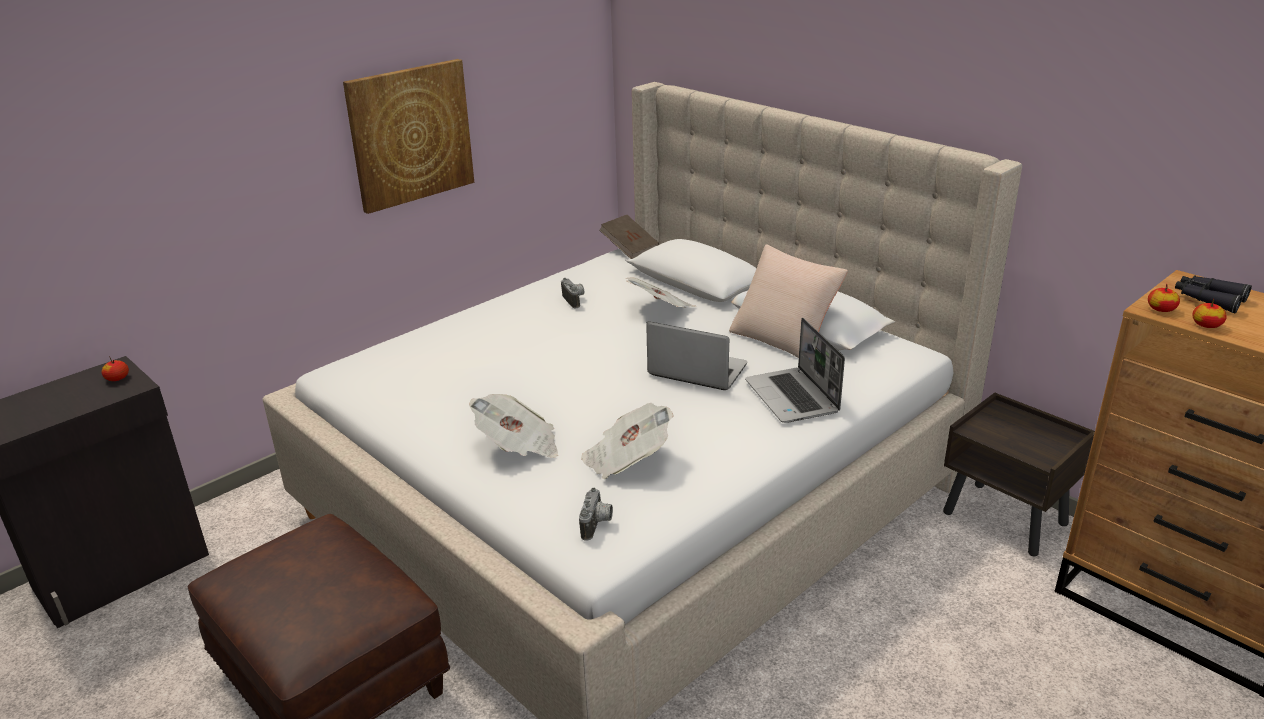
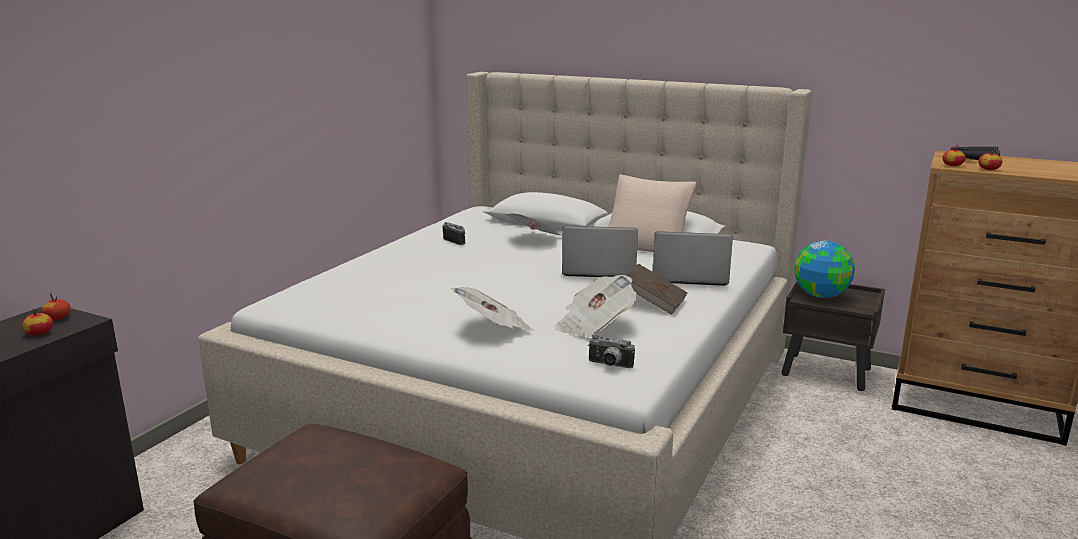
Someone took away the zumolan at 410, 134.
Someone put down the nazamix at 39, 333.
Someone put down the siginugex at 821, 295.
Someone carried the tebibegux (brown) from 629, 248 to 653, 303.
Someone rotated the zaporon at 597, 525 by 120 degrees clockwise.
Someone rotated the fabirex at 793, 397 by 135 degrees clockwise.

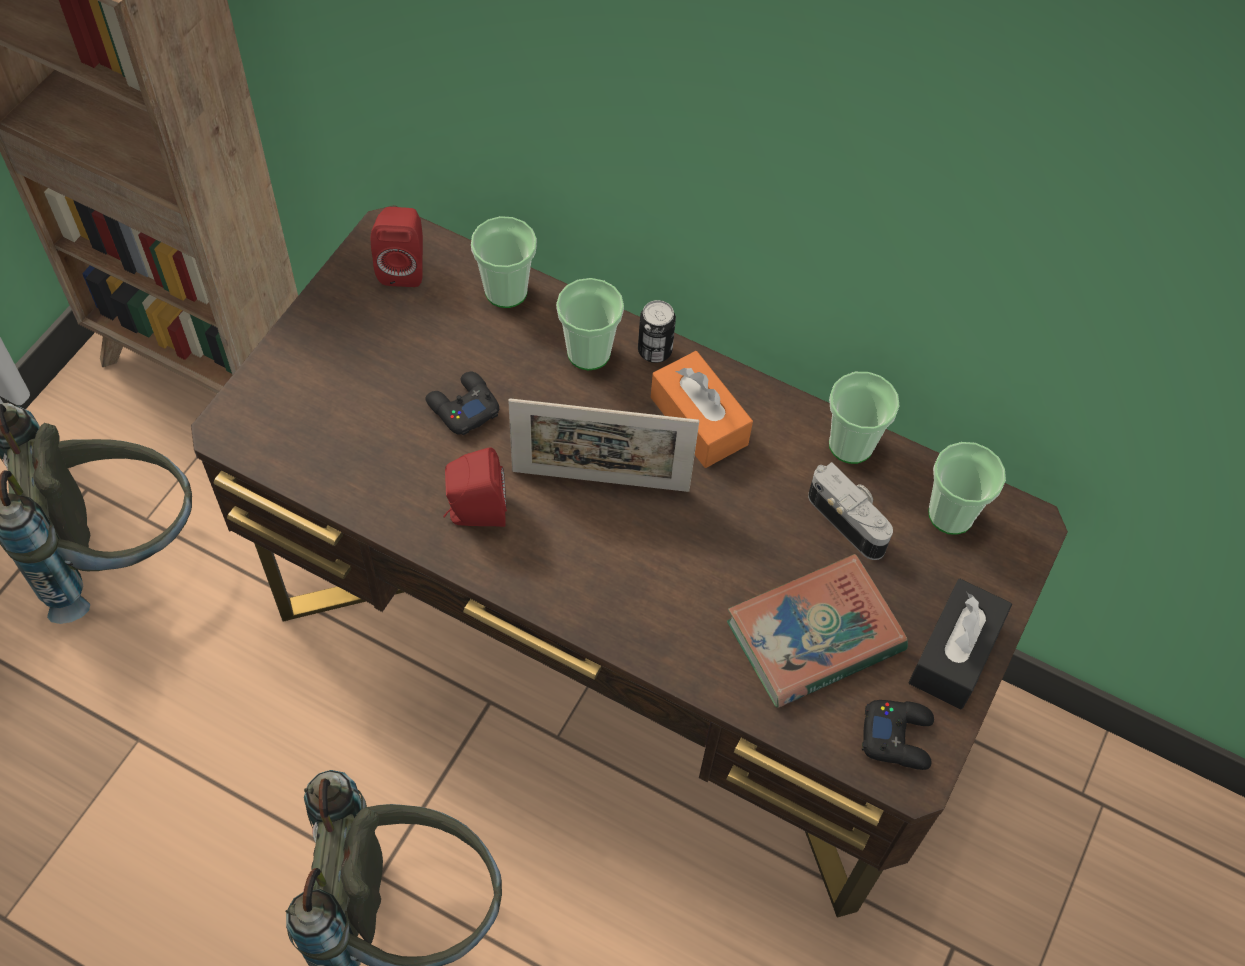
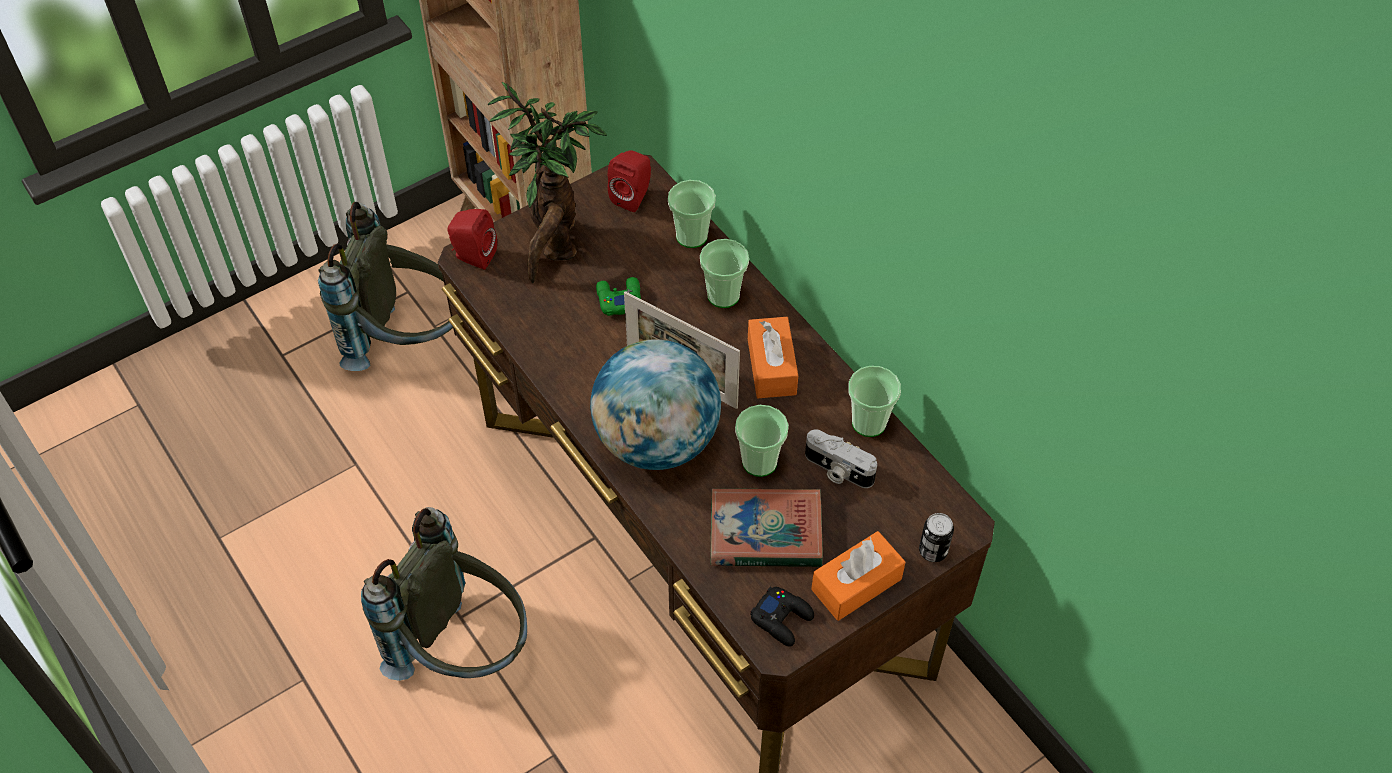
Someone put down the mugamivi at 555, 246.
Someone put down the siginugex at 656, 441.
Someone carried the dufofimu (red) from 475, 513 to 473, 256.
Someone carried the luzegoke from 654, 350 to 933, 551.
Someone carried the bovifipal from 951, 514 to 759, 462.
Someone repainted the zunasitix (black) at 462, 407, which became the zunasitix (green) at 619, 299.
Someone repainted the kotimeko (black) at 955, 653, which became the kotimeko (orange) at 856, 584.
Someone rotated the zaporon at 850, 519 by 135 degrees clockwise.

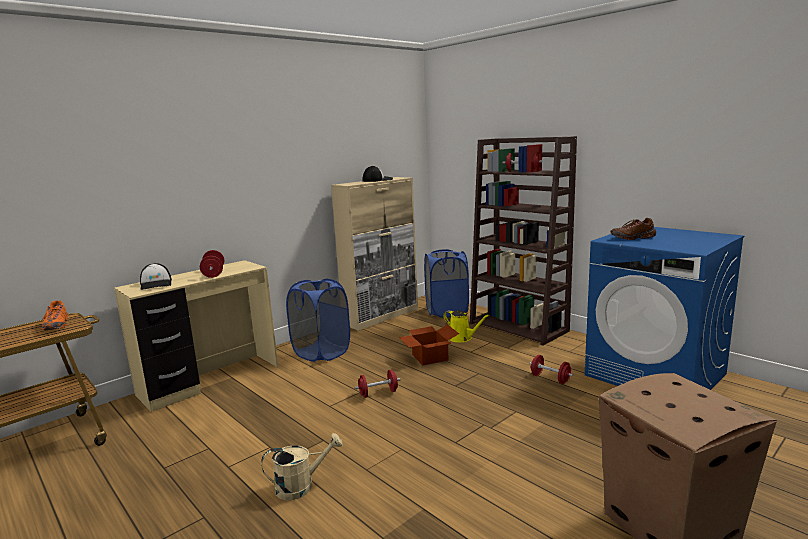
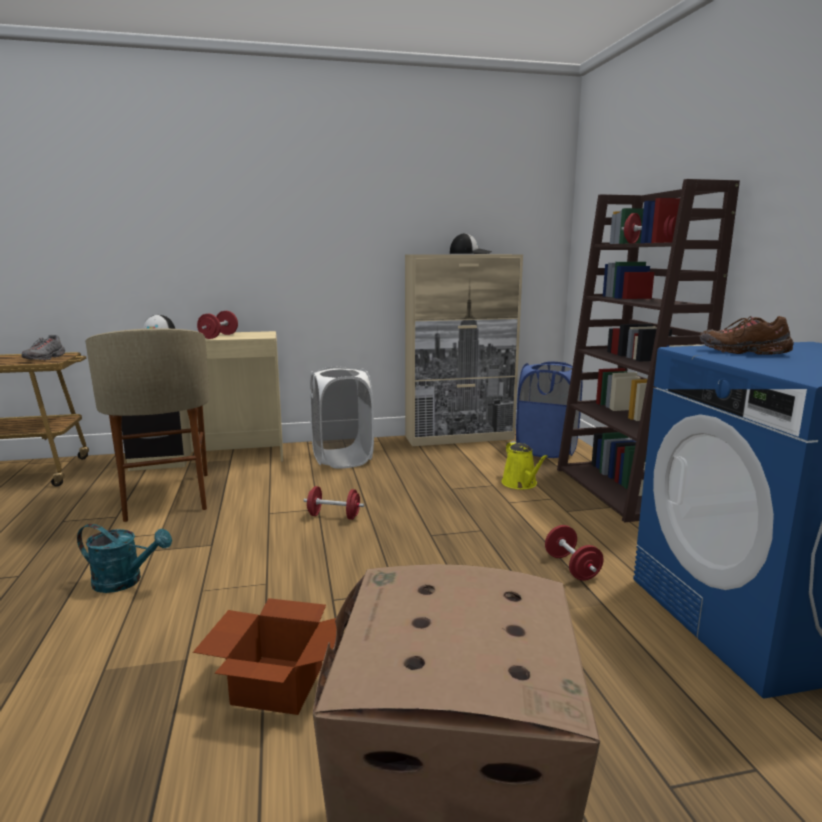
Someone put down the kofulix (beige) at 165, 497.
Someone carried the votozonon from 428, 357 to 276, 683.
Someone repainted the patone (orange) at 57, 326, which became the patone (grey) at 45, 358.
Someone repainted the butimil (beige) at 301, 486, which became the butimil (turquoise) at 125, 582.
Someone repainted the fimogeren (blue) at 321, 352, which became the fimogeren (white) at 342, 459.

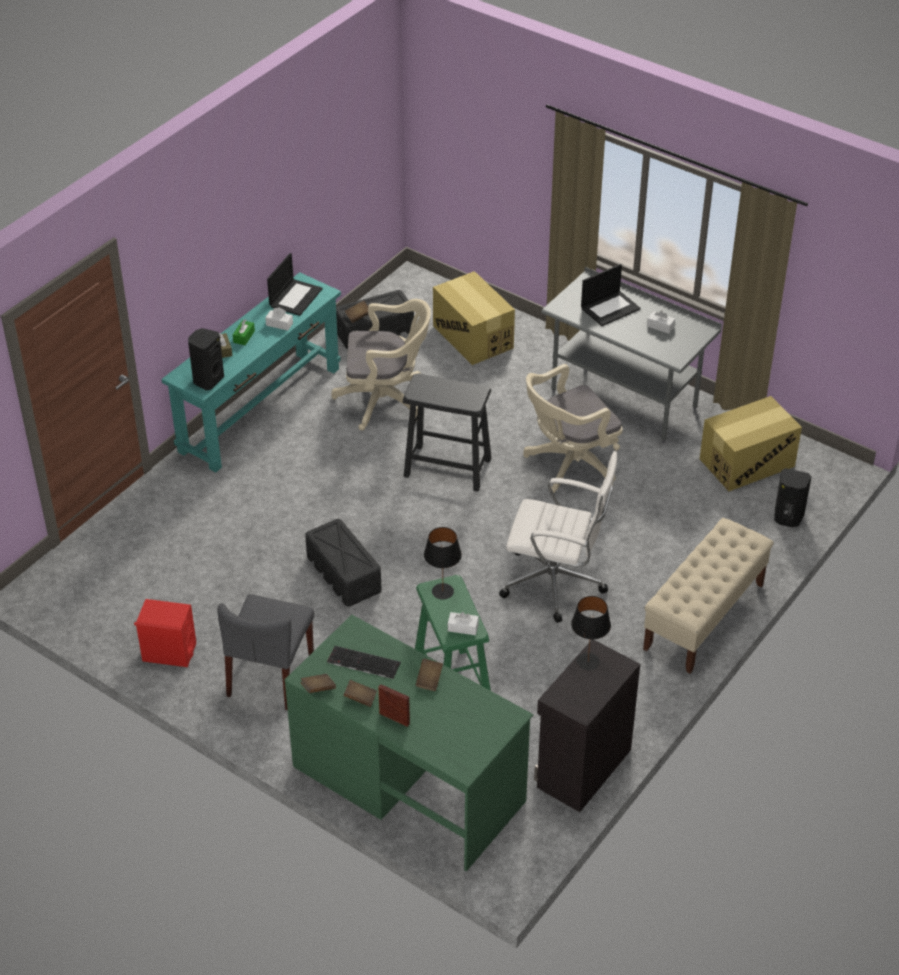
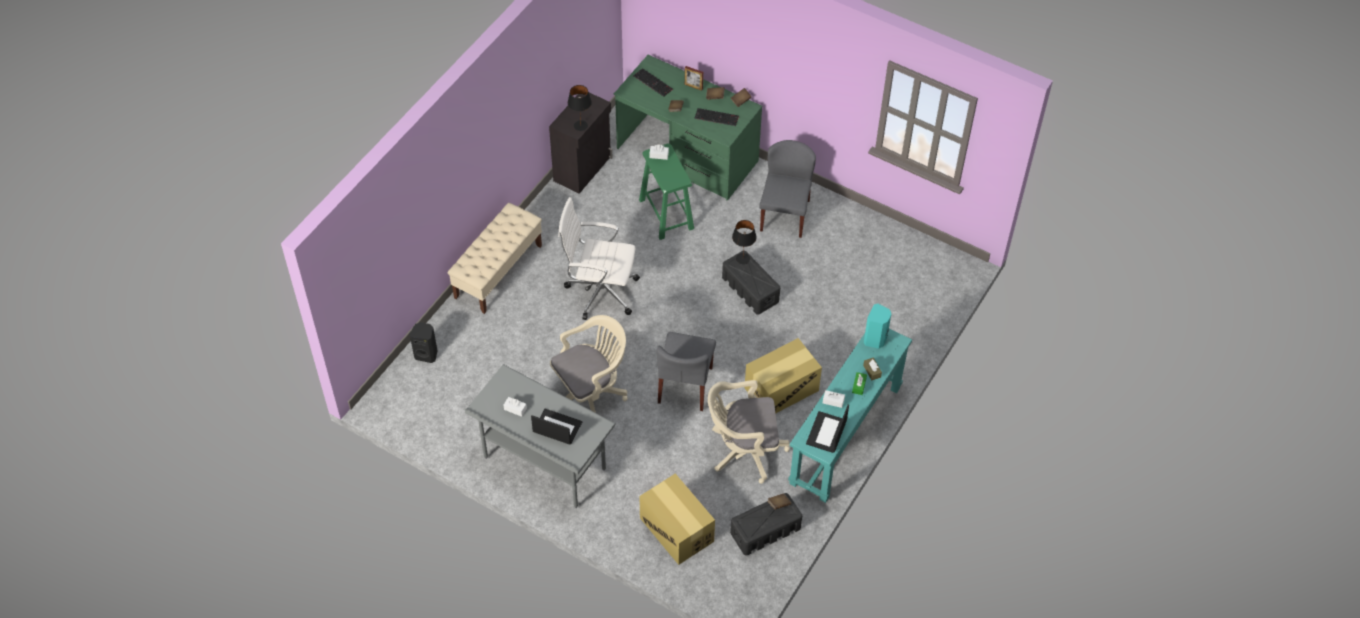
Someone took away the dufofimu (red) at 169, 652.
Someone put down the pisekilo at 653, 82.
Someone carried the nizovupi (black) from 443, 591 to 742, 258.
Someone carried the votozonon from 747, 462 to 781, 389.
Someone swapped the kofulix (black) at 448, 468 for the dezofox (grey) at 685, 385.
Someone repainted the dufofimu (black) at 207, 380, which became the dufofimu (turquoise) at 875, 339.
Someone rotated the fabirex at 610, 308 by 60 degrees clockwise.

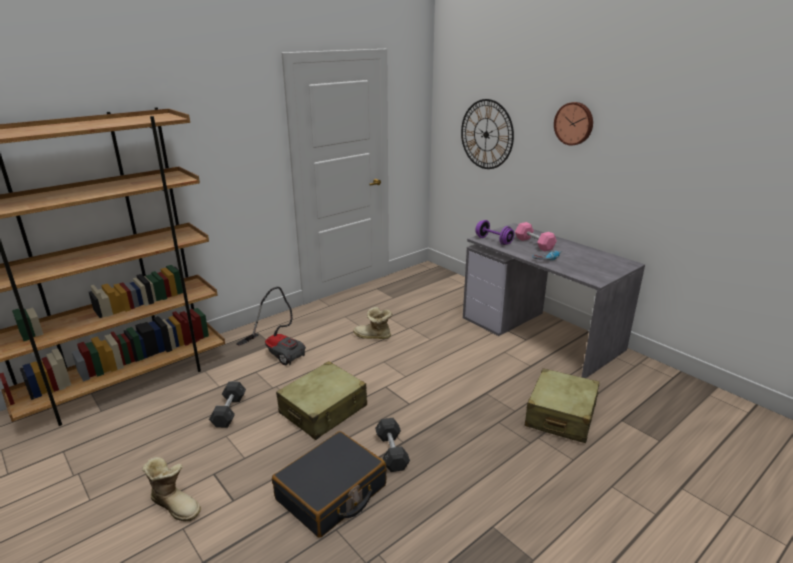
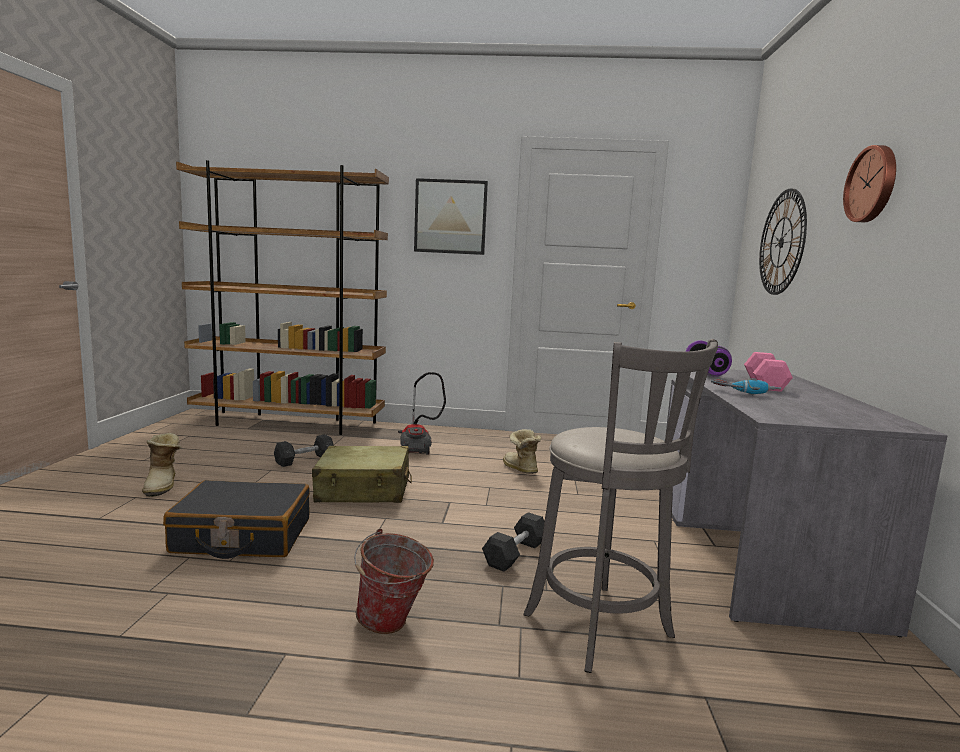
Someone put down the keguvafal at 392, 625.
Someone put up the zumolan at 450, 217.
Someone carried the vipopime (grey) from 392, 452 to 515, 554.
Someone swapped the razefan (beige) at 560, 415 for the kofulix (grey) at 603, 629.

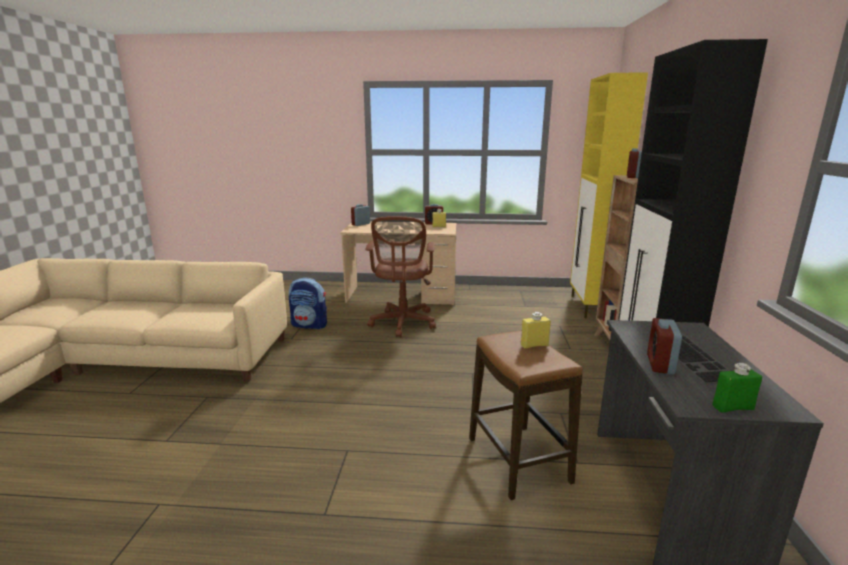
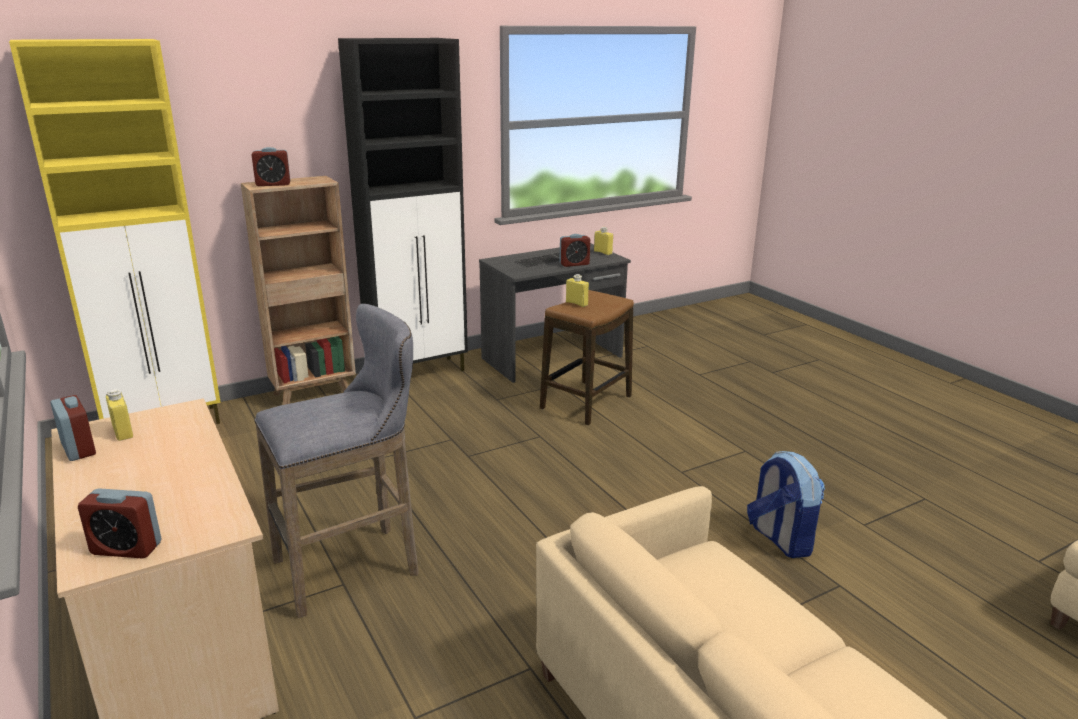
Someone carried the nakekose from 310, 325 to 780, 539.
Someone swapped the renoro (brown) at 402, 324 for the kofulix (grey) at 353, 566.
Someone repainted the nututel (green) at 732, 408, which became the nututel (yellow) at 603, 252.

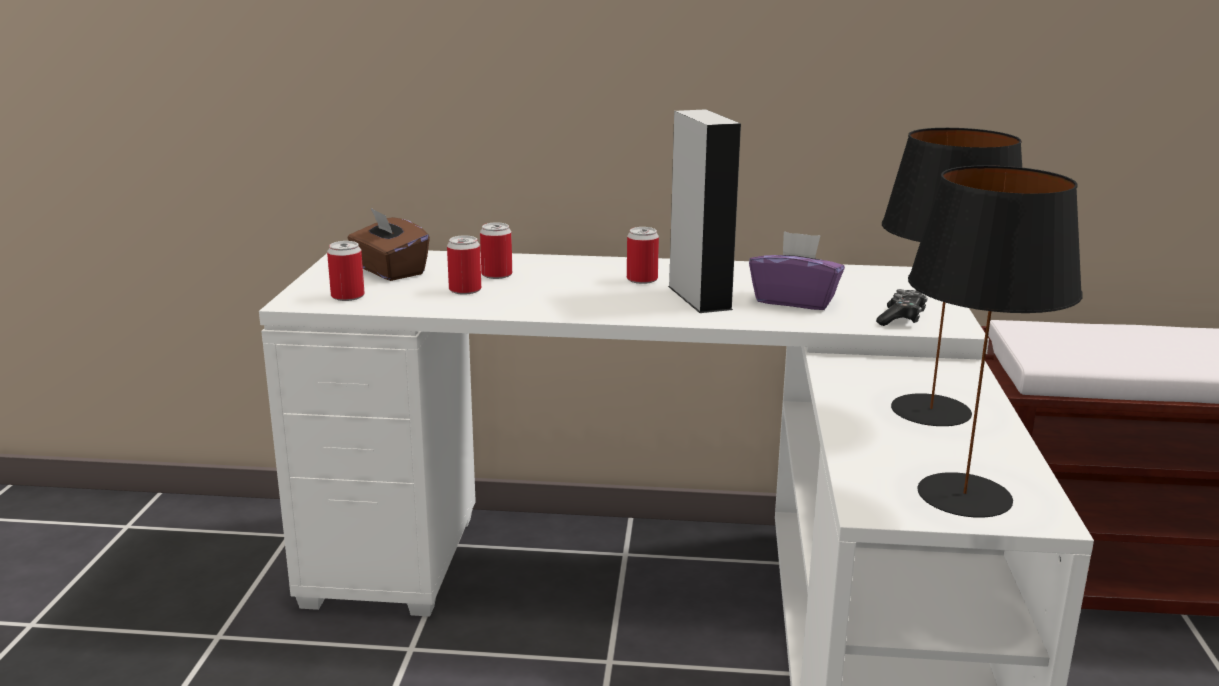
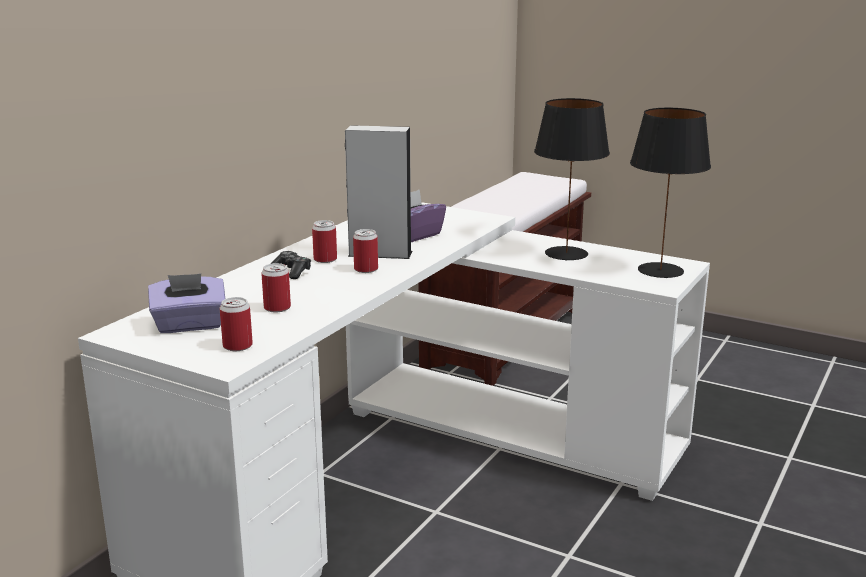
Someone carried the luzegoke from 497, 275 to 366, 269.
Someone carried the zunasitix from 901, 318 to 291, 271.
Someone repainted the kotimeko (brown) at 389, 271, which became the kotimeko (purple) at 189, 325.

